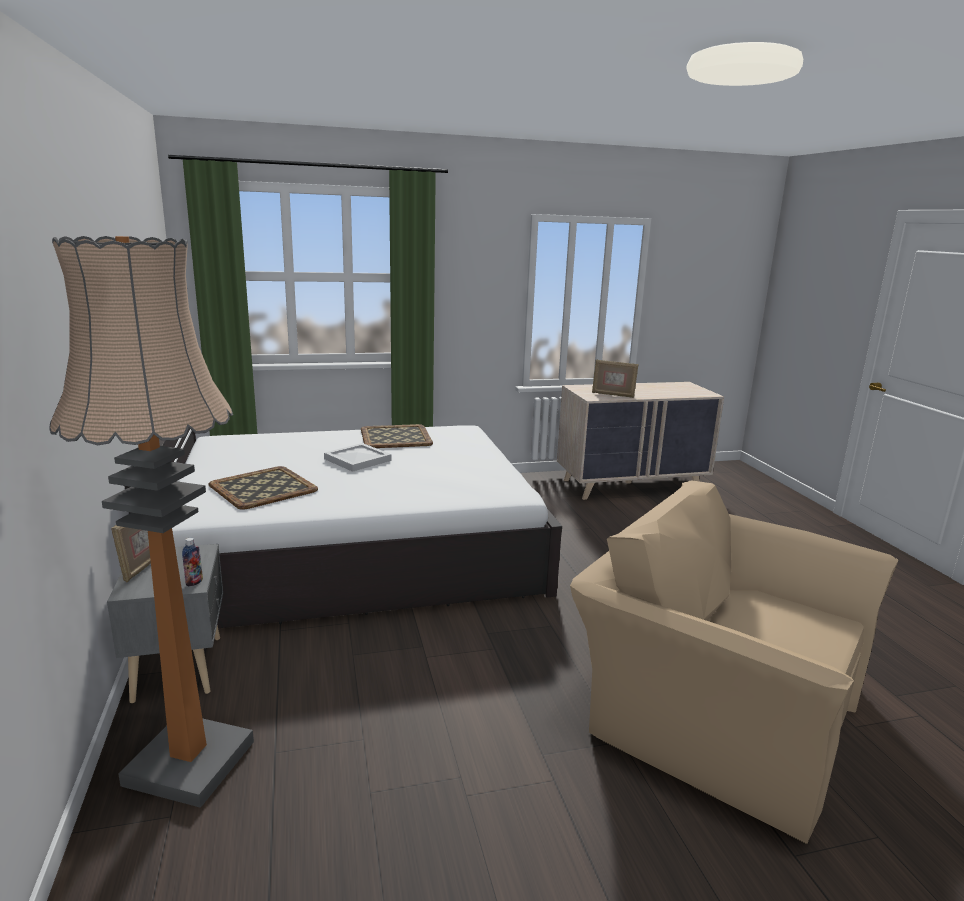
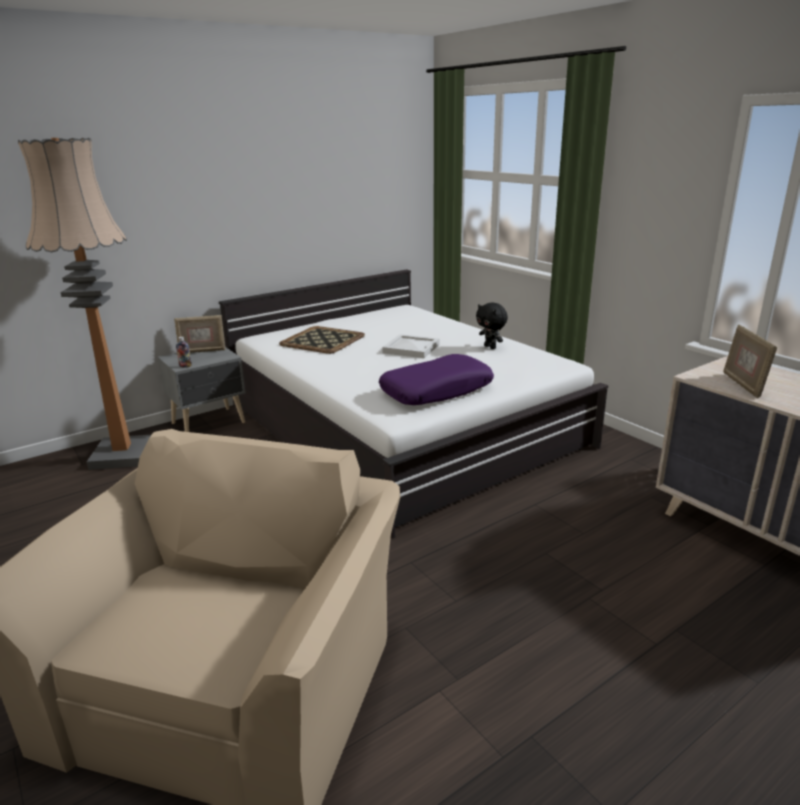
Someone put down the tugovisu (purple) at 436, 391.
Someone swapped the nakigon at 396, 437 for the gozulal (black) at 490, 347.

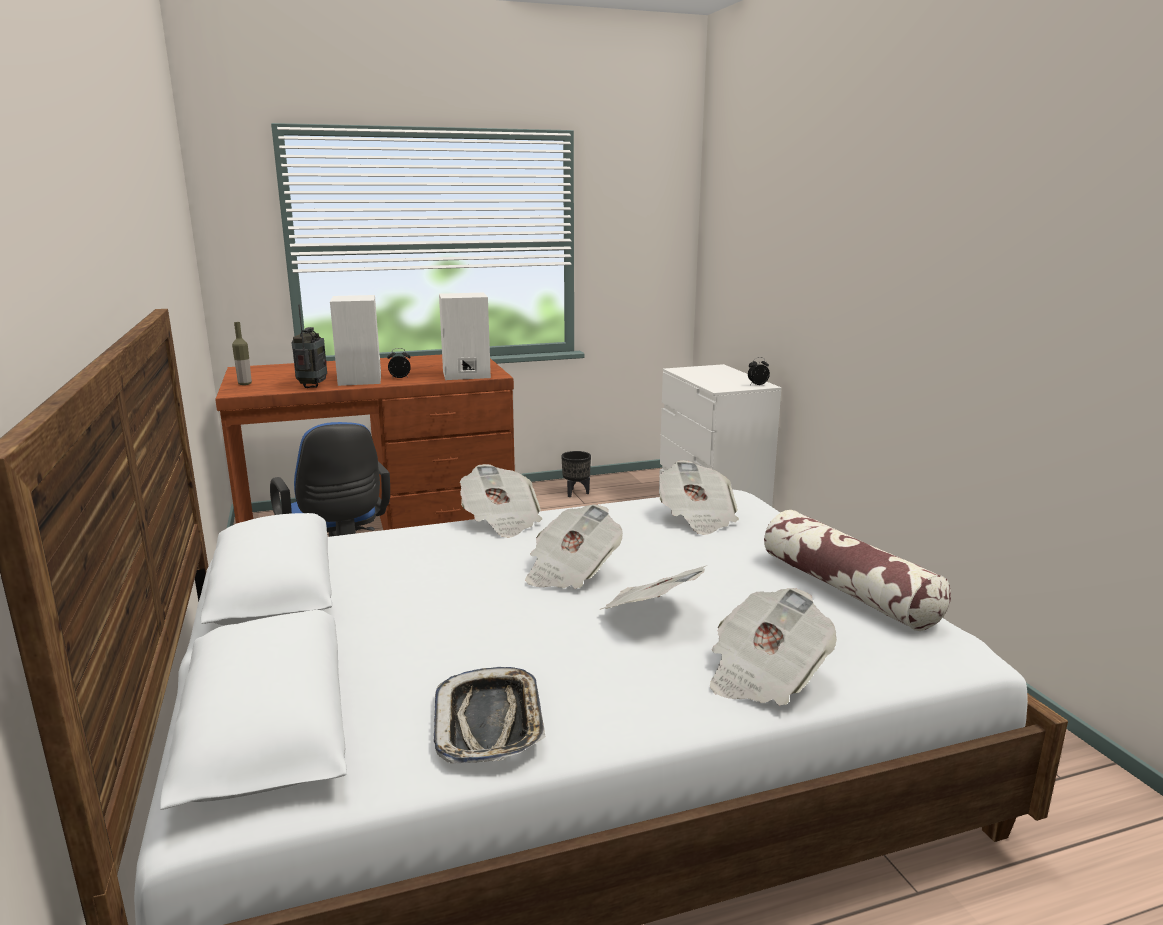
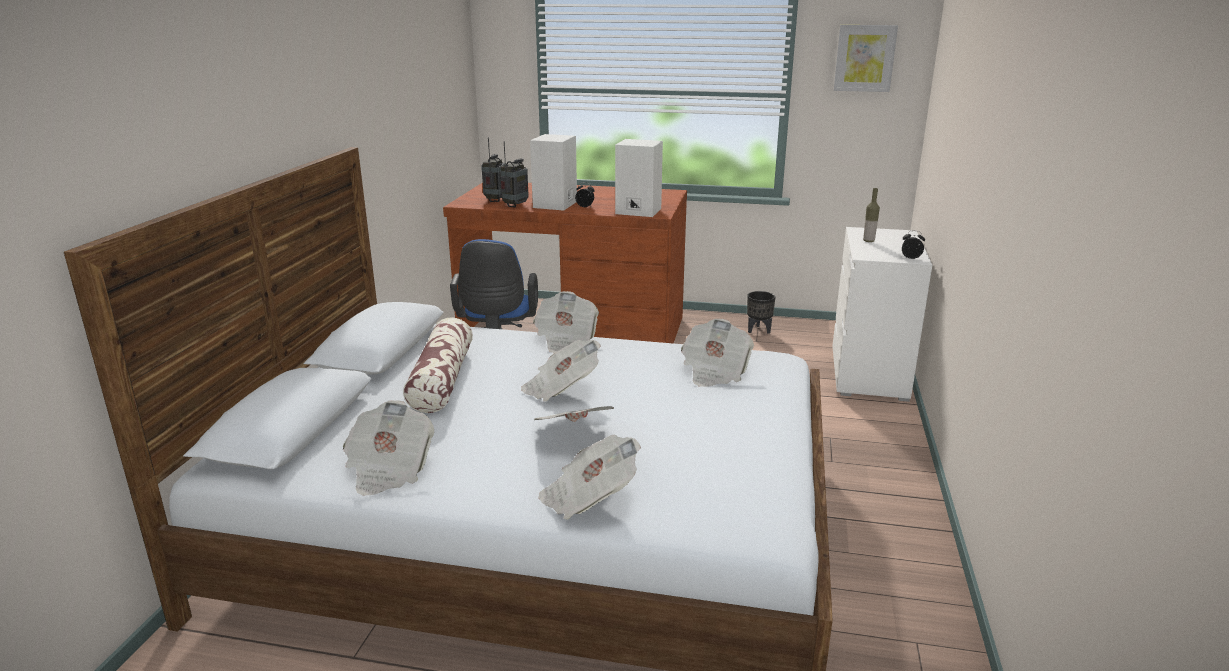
Someone put down the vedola at 495, 200.
Someone put up the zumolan at 864, 58.
Someone carried the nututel from 245, 384 to 868, 241.
Someone carried the tugovisu from 846, 589 to 442, 380.
Someone swapped the nakigon at 490, 723 for the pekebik at 389, 469.

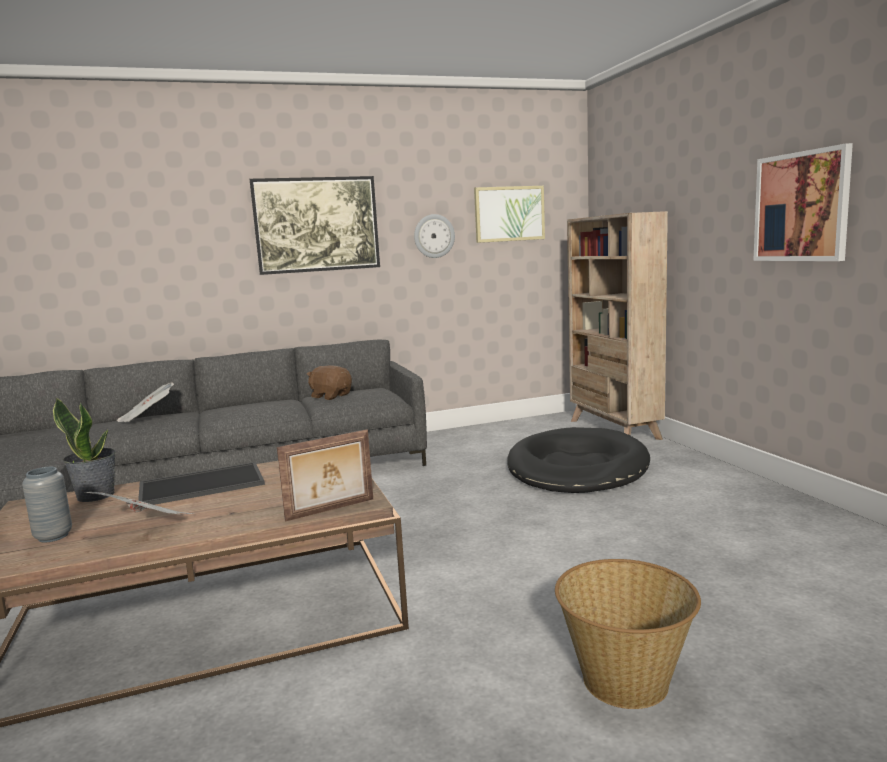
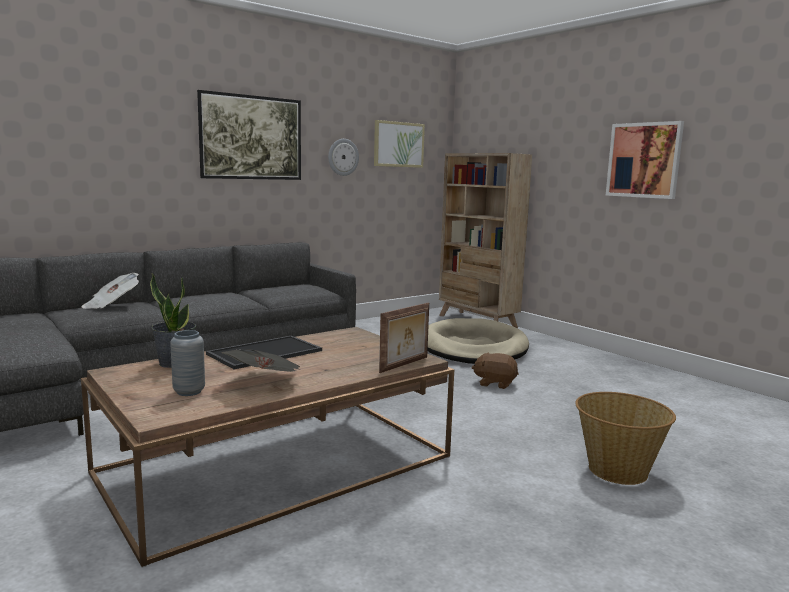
Someone carried the gozulal (brown) from 331, 396 to 495, 383.
Someone repainted the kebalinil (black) at 577, 468, which became the kebalinil (beige) at 473, 347.

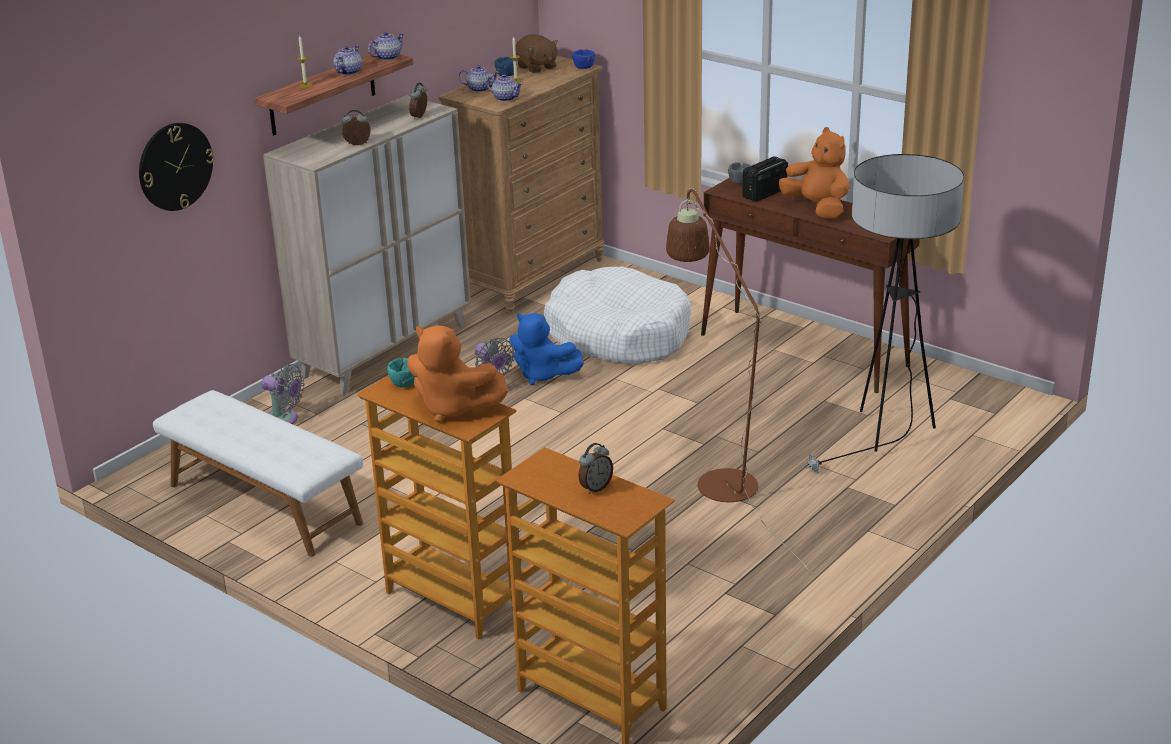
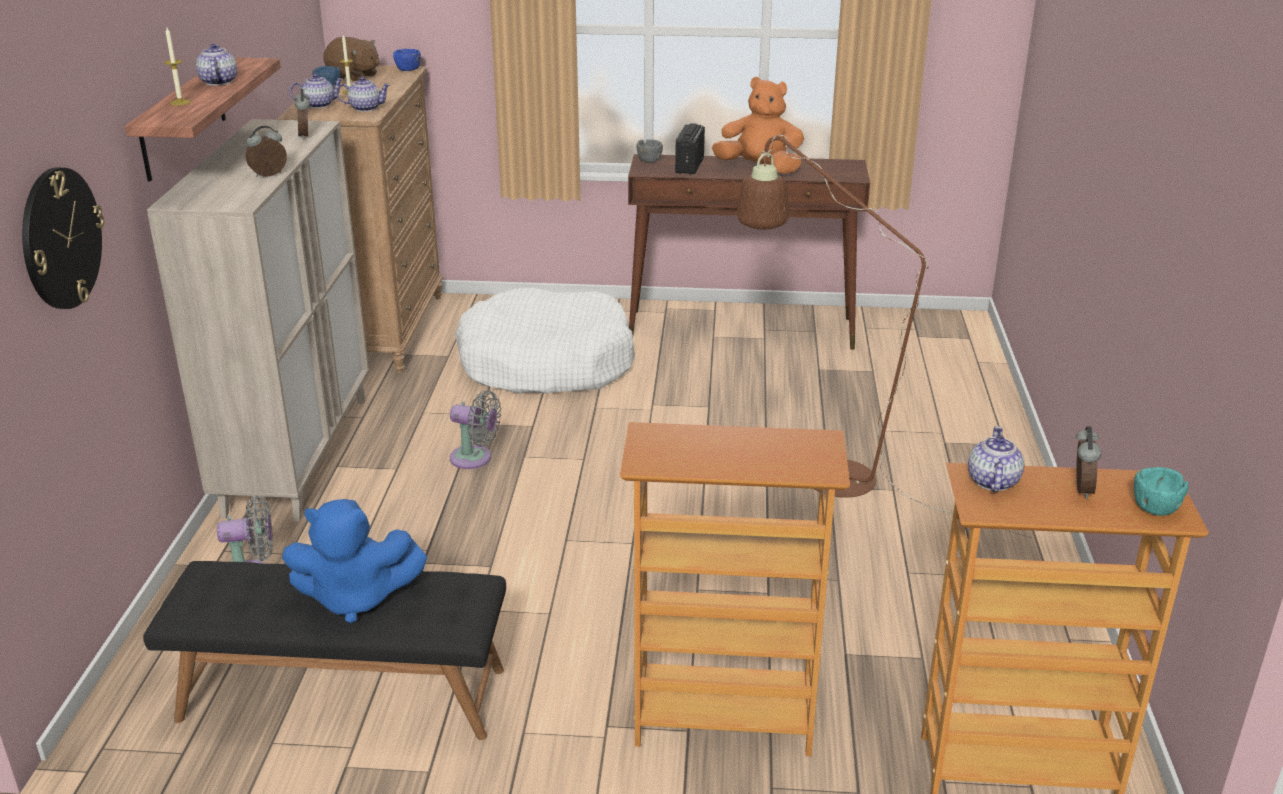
Someone took away the gozulal (orange) at 453, 408.
Someone took away the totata at 886, 437.
Someone carried the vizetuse from 387, 57 to 992, 481.
Someone carried the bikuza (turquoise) from 404, 383 to 1155, 508.
Someone carried the gozulal (blue) from 542, 375 to 355, 598.
Someone repainted the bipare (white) at 263, 504, which became the bipare (black) at 342, 695.

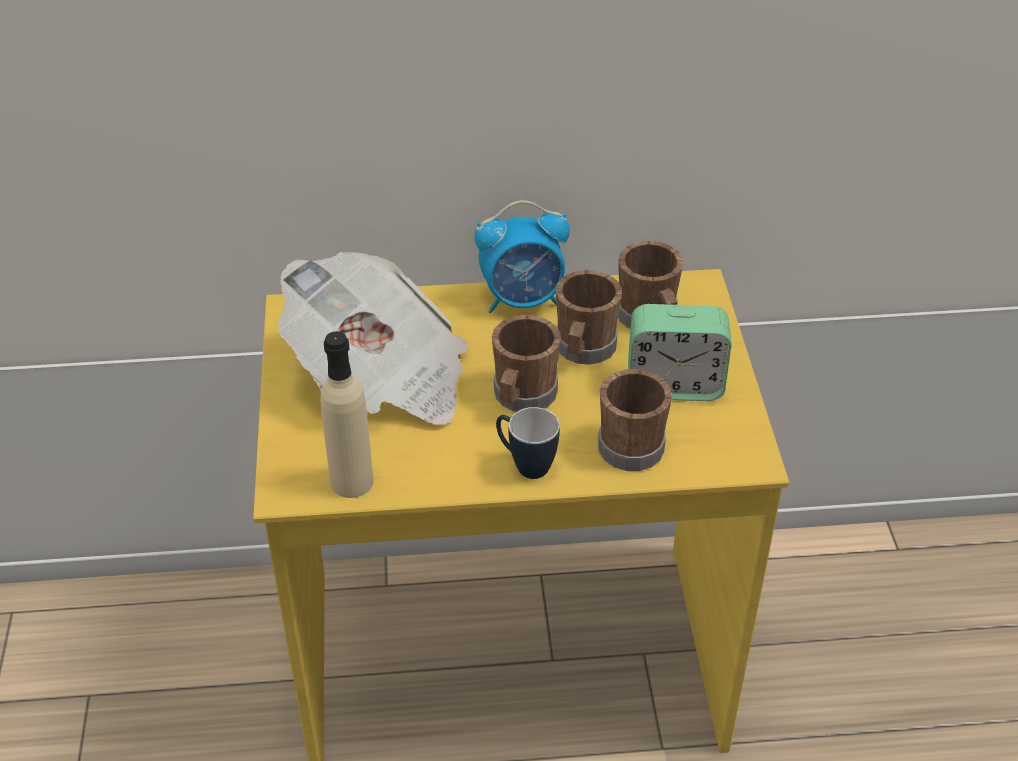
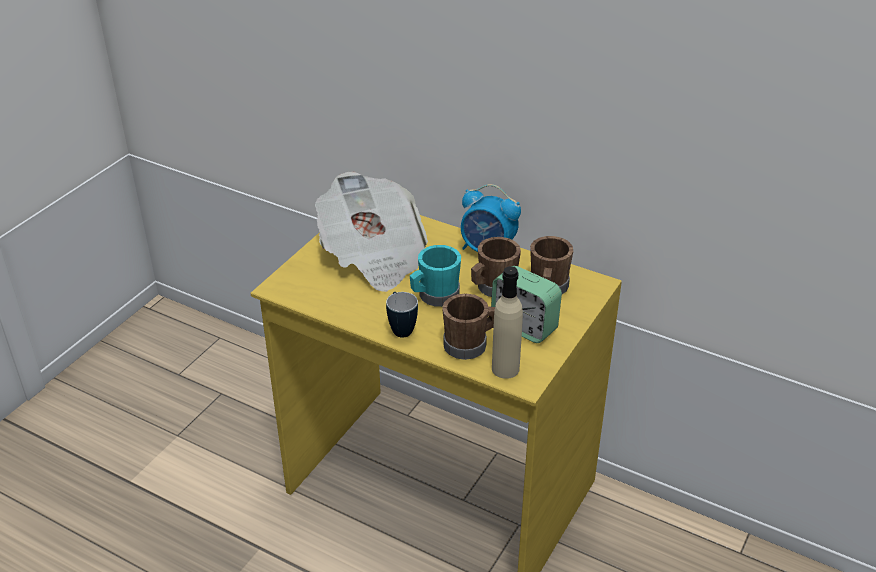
Someone carried the nututel (beige) from 352, 481 to 505, 368.
Someone repainted the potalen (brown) at 522, 397, which became the potalen (turquoise) at 435, 296.

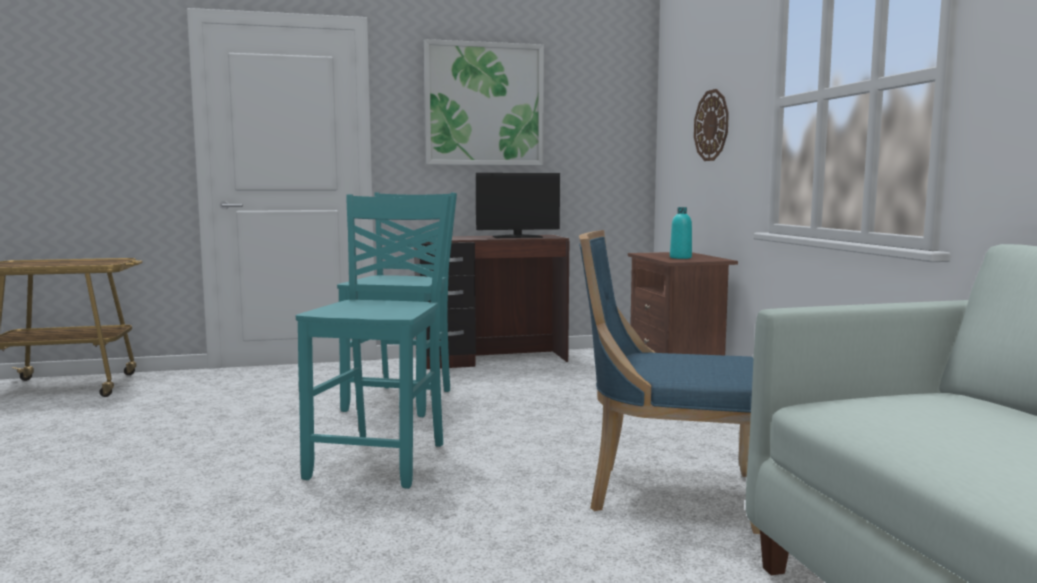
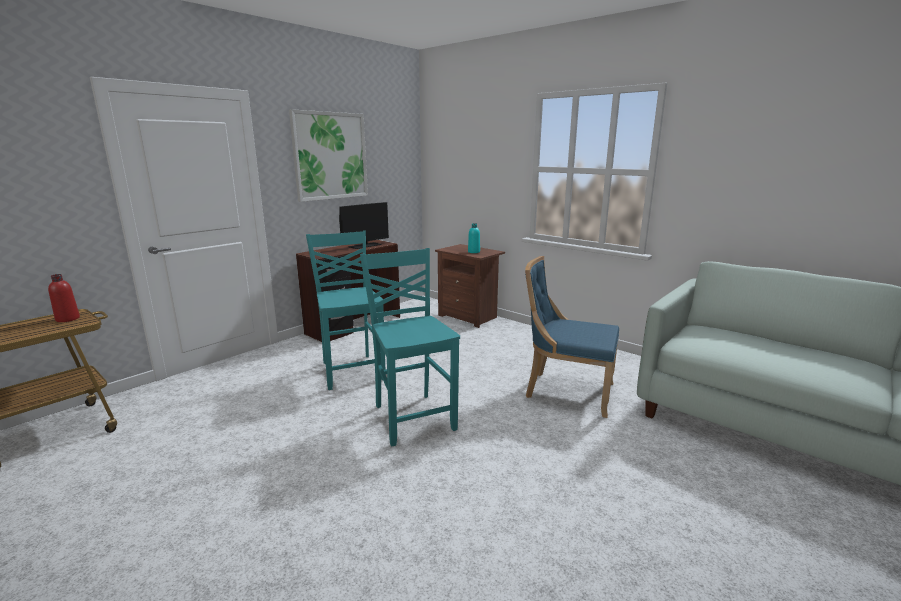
Someone took away the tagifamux at 711, 125.
Someone put down the nututel (red) at 68, 319.
Someone rotated the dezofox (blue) at 667, 494 by 45 degrees clockwise.

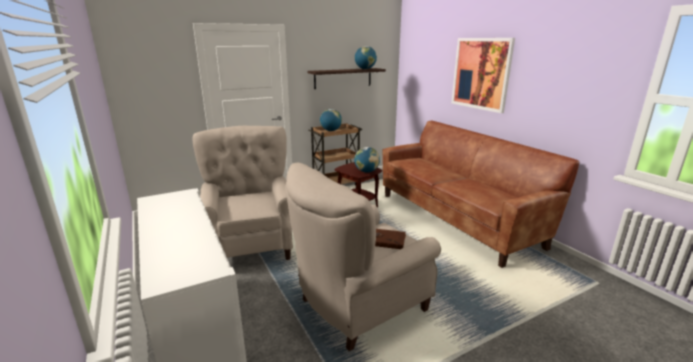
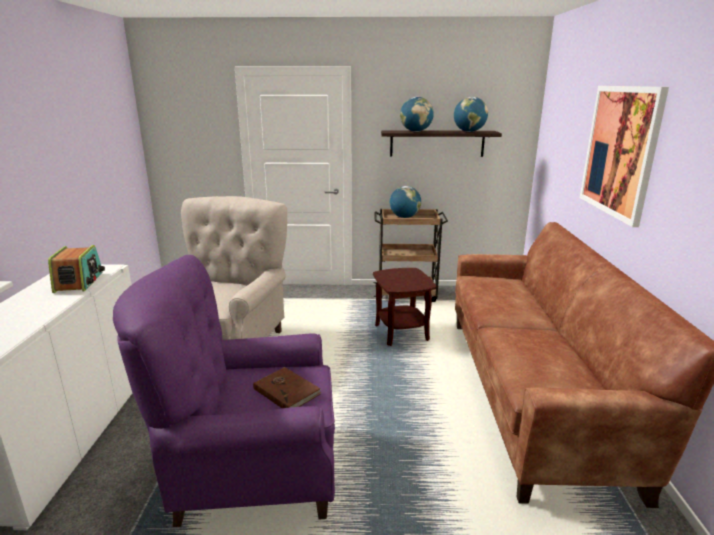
Someone put down the vedola at 79, 282.
Someone carried the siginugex from 366, 171 to 416, 131.
Someone repainted the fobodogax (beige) at 358, 306, which became the fobodogax (purple) at 249, 472.

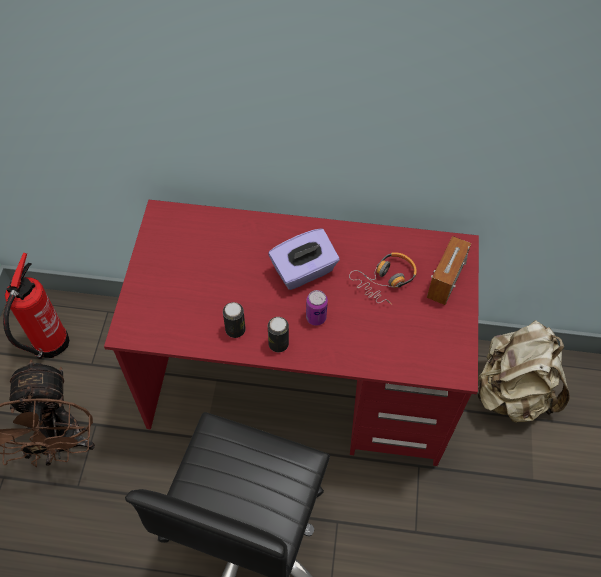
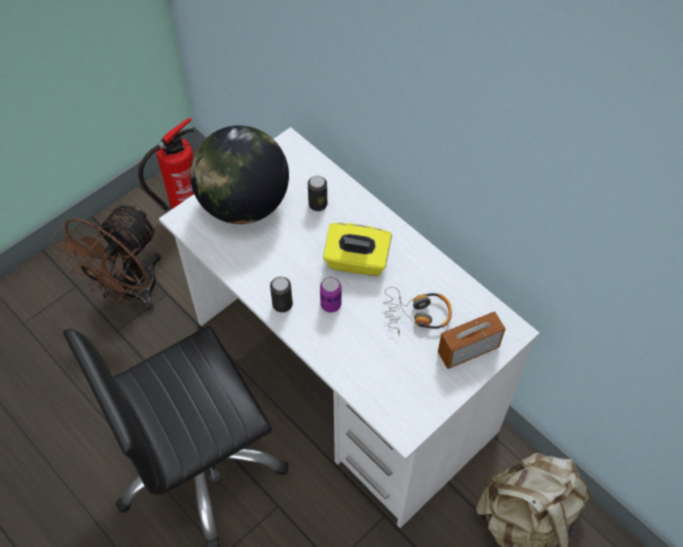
Someone put down the siginugex at 244, 204.
Someone carried the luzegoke from 235, 329 to 318, 204.
Someone repainted the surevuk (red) at 299, 386, which became the surevuk (white) at 343, 377.
Someone repainted the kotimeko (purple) at 304, 271, which became the kotimeko (yellow) at 356, 261.

